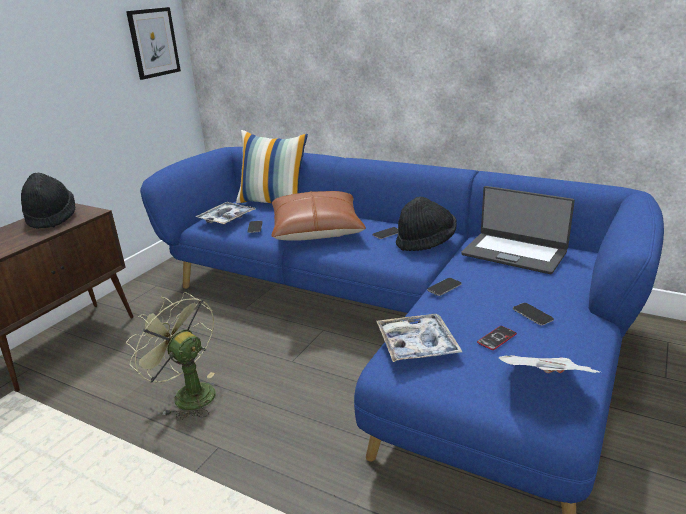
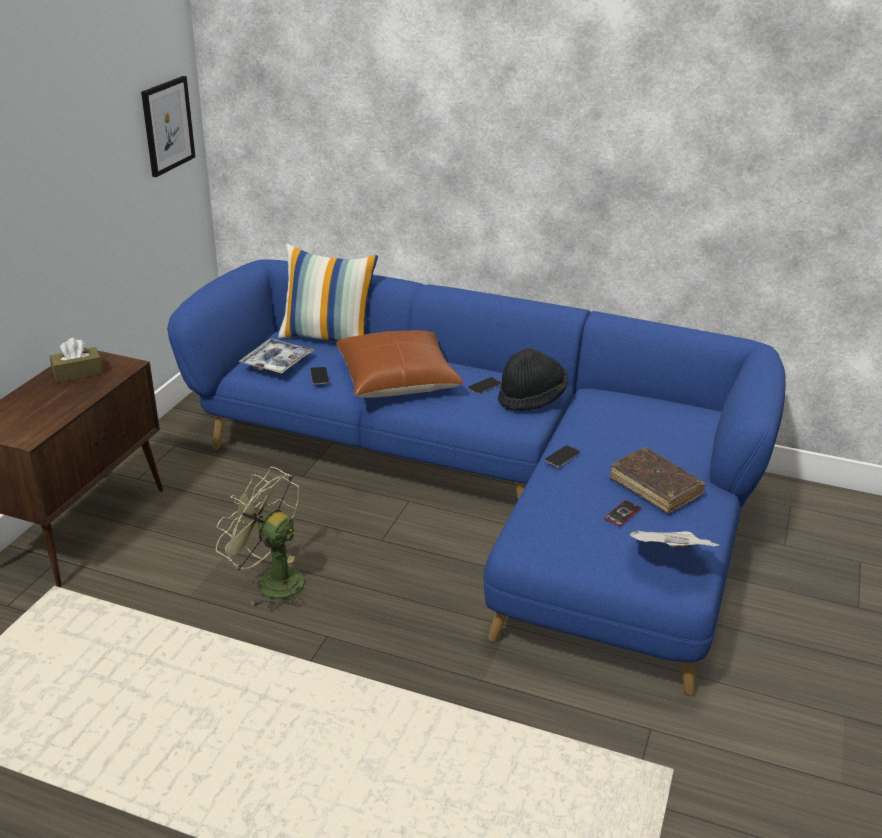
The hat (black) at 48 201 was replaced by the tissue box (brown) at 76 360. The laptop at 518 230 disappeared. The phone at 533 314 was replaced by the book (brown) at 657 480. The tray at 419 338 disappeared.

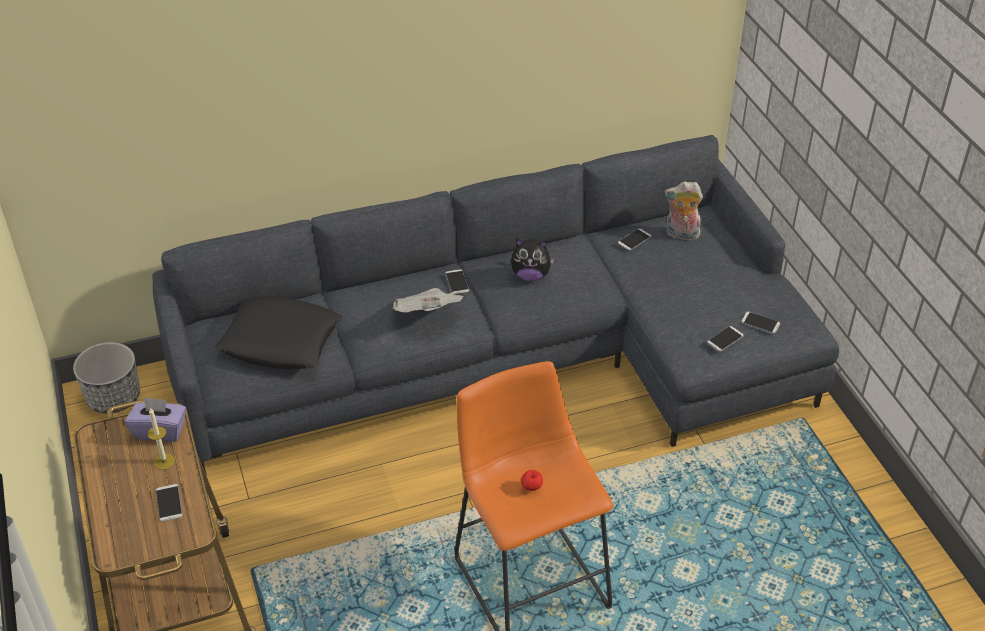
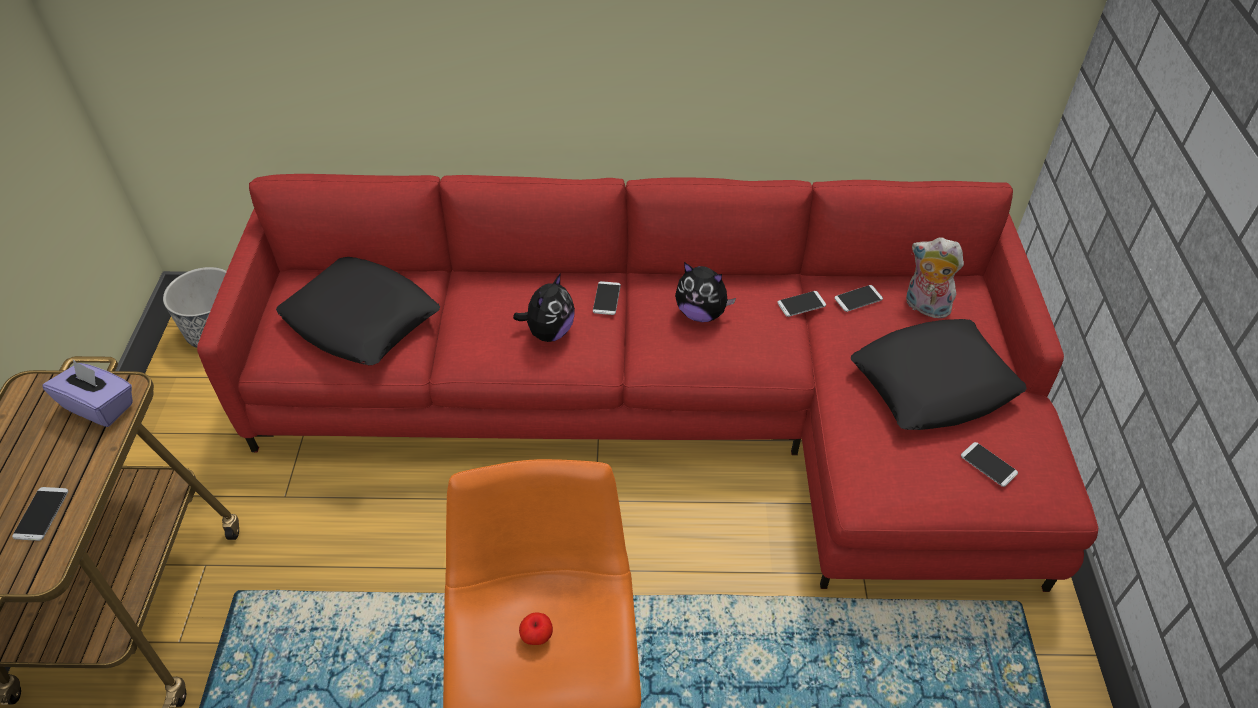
The sofa (grey) at 495 305 became the sofa (red) at 647 383. The newspaper at 428 300 was replaced by the plush toy at 544 307. The phone moved from 725 338 to 801 304. The candle at 161 439 disappeared. The pillow (black) at 939 374 appeared.

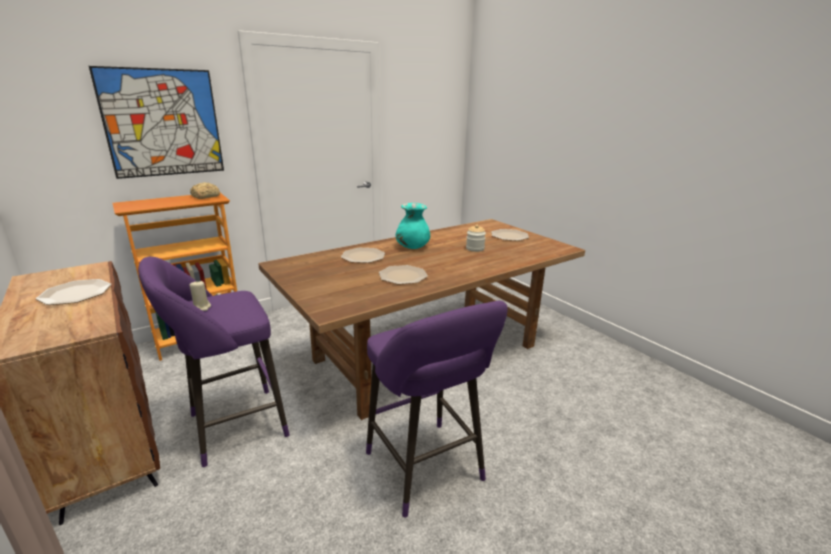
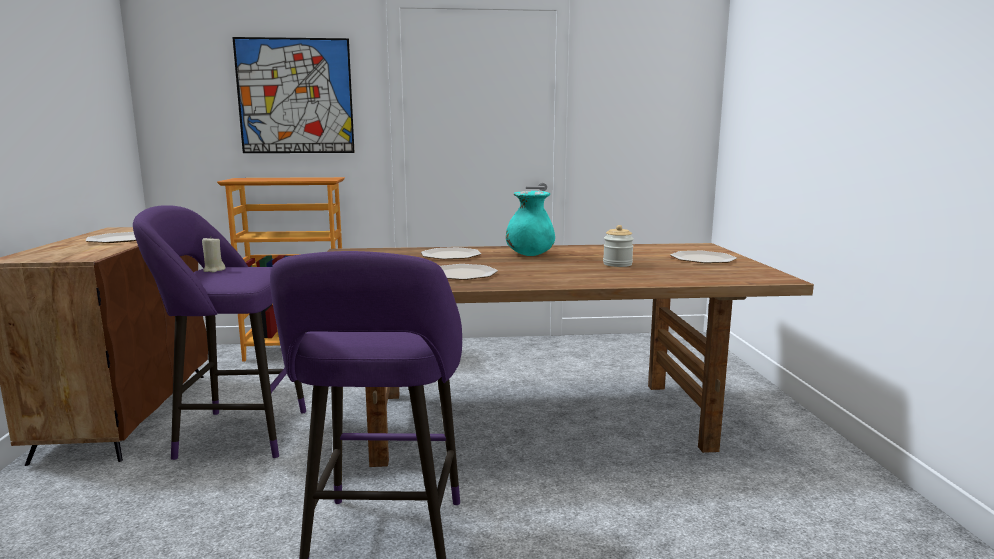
The bread at 205 190 disappeared.

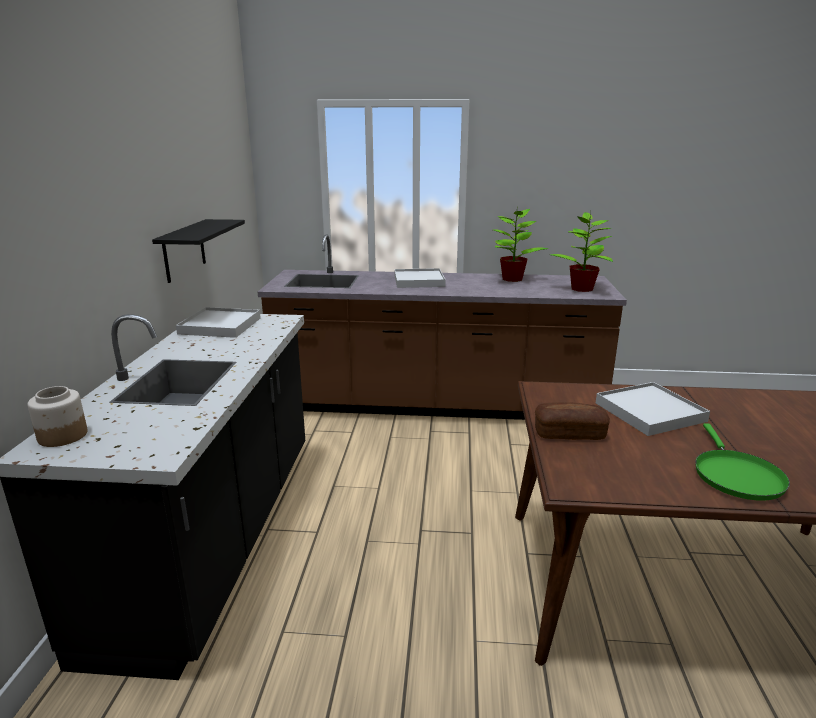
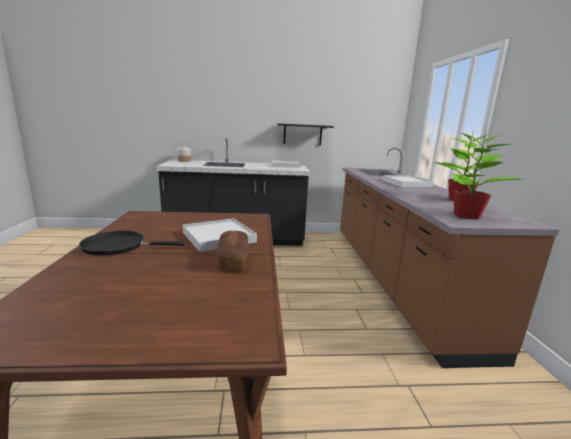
The bread moved from 572 421 to 232 251. The frying pan (green) at 742 462 became the frying pan (black) at 132 243.

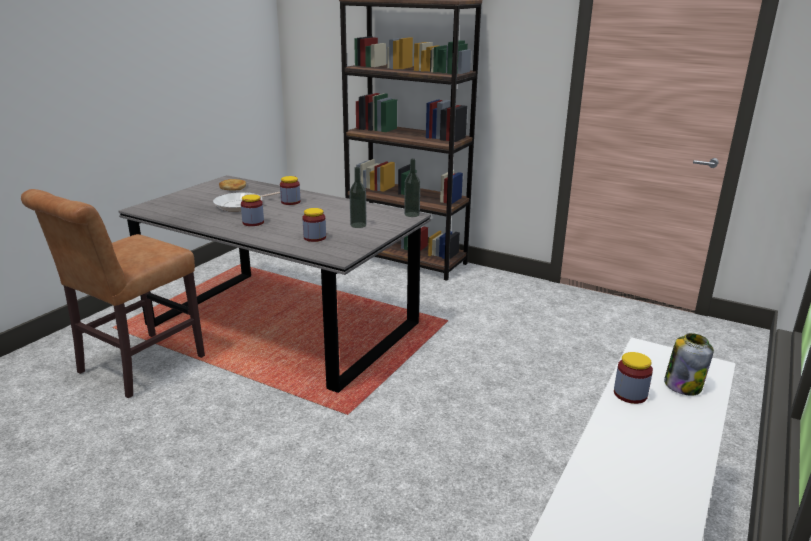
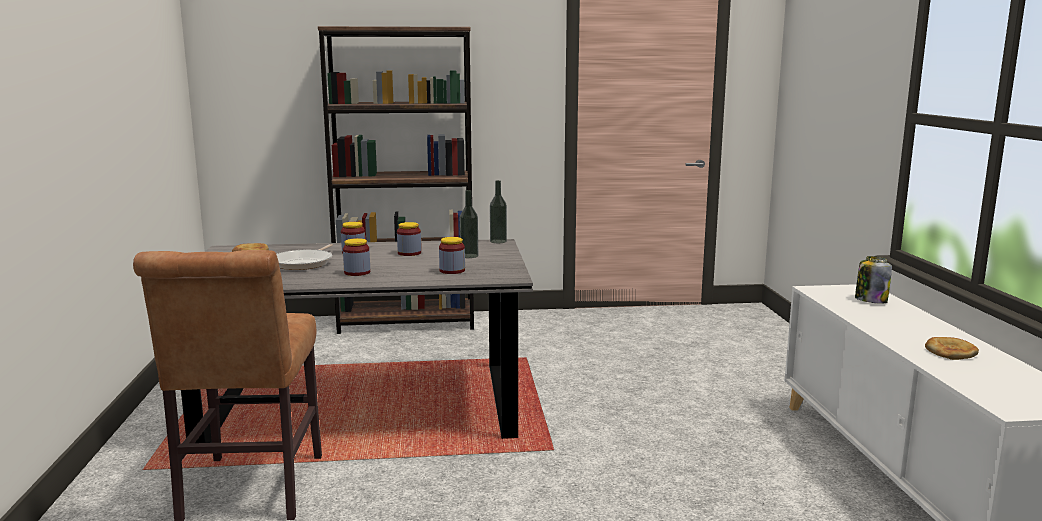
The jar moved from 633 378 to 409 239. The bread at 952 348 appeared.

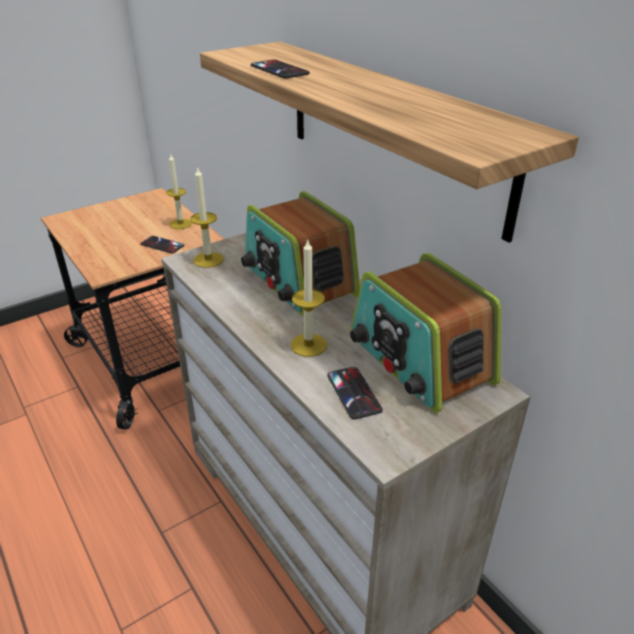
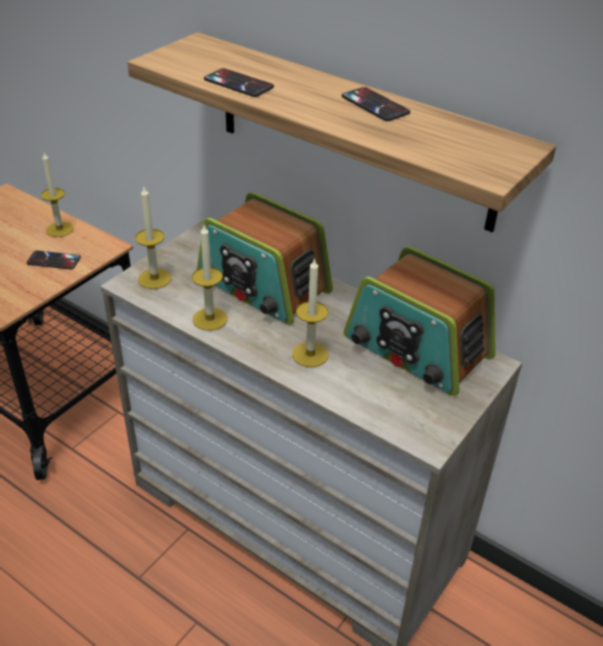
The phone moved from 355 393 to 376 104. The candle at 210 278 appeared.

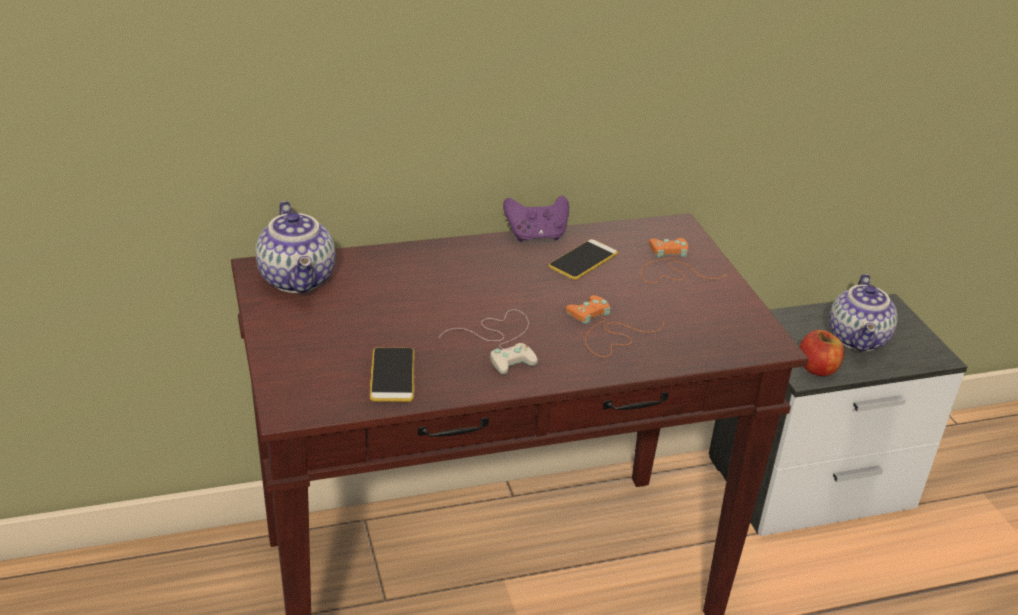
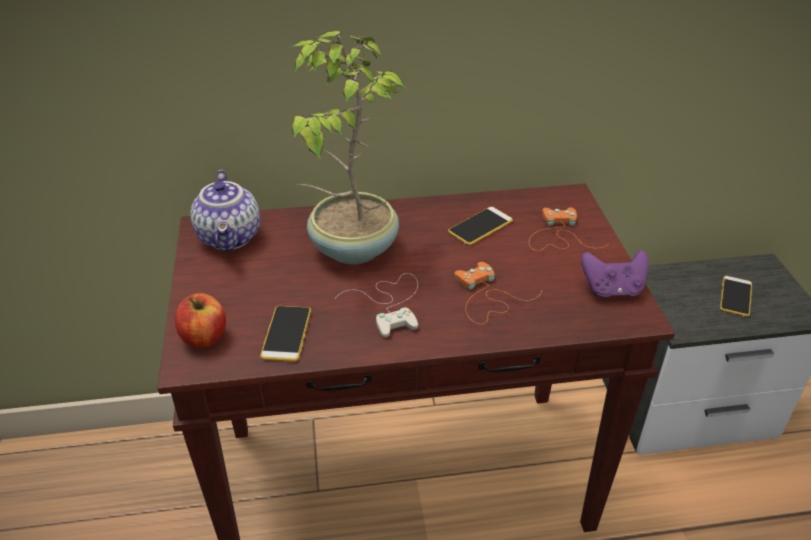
The game controller (purple) moved from 536 218 to 615 273. The teapot at 863 313 was replaced by the phone at 736 296. The apple moved from 822 353 to 200 320. The potted plant at 348 147 appeared.

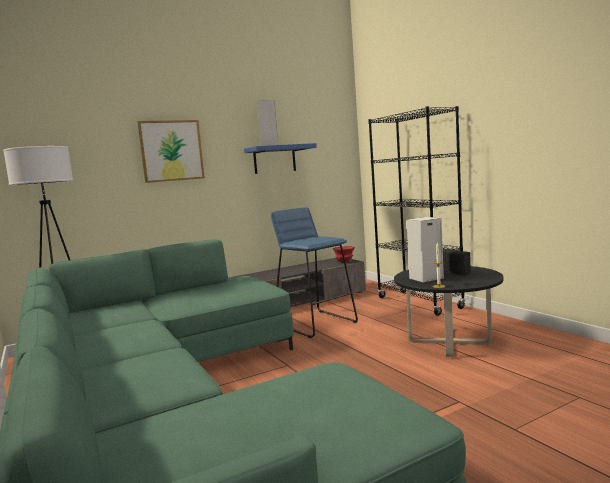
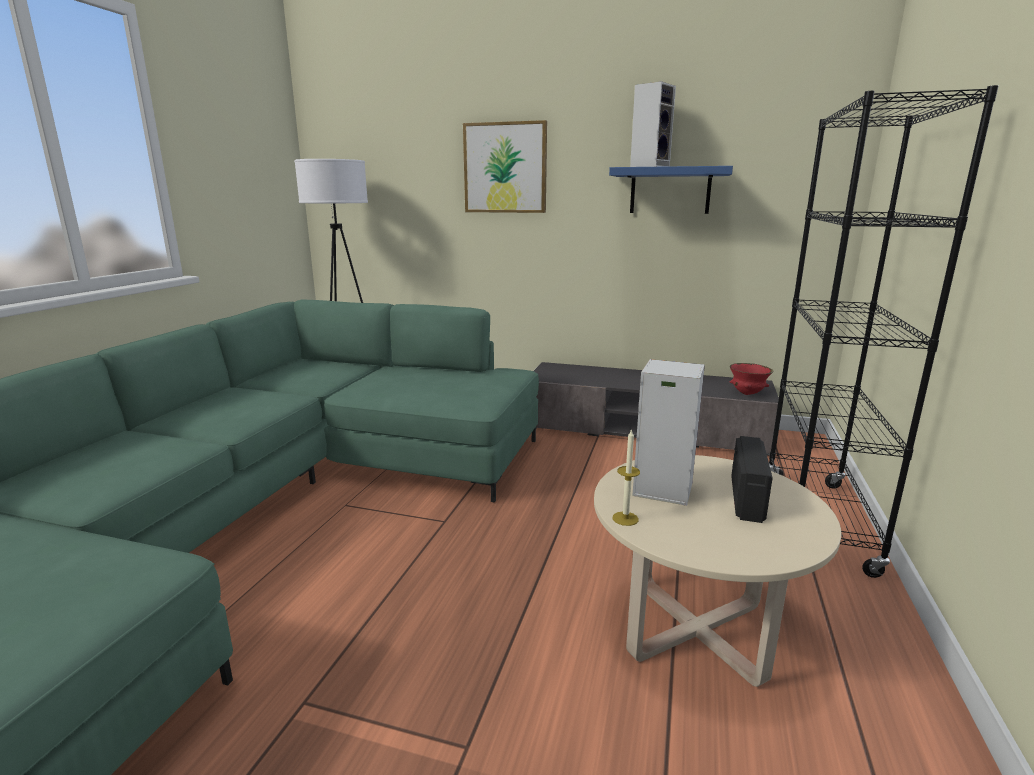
The stool (blue) at 314 272 disappeared. The coffee table (black) at 449 311 became the coffee table (beige) at 717 571.

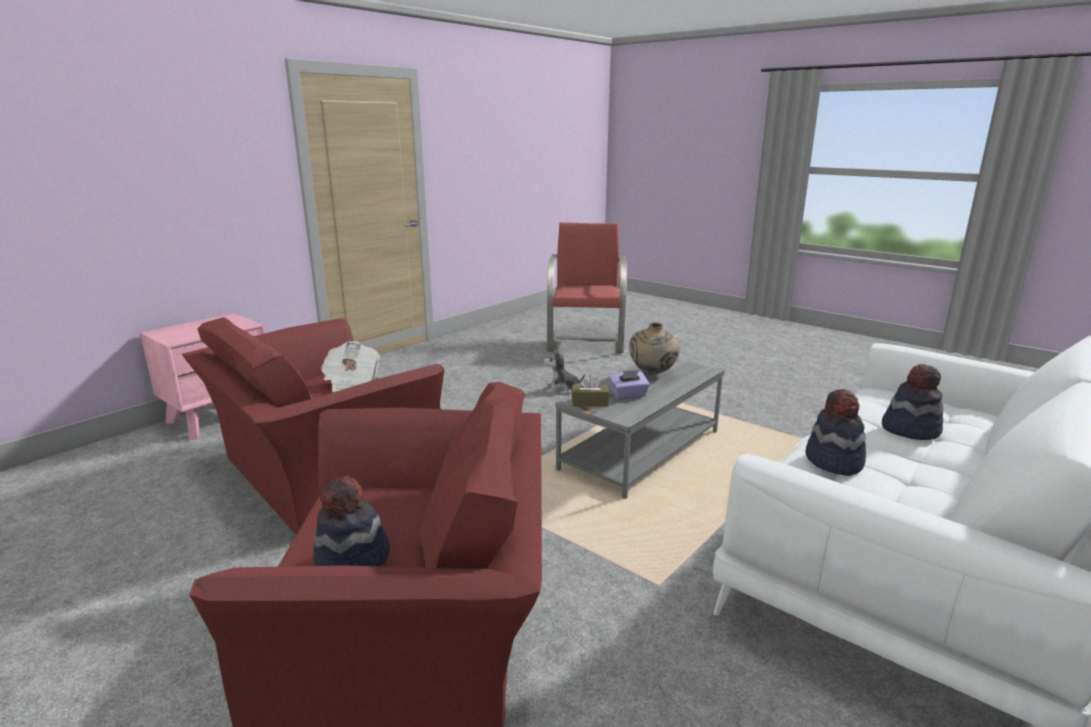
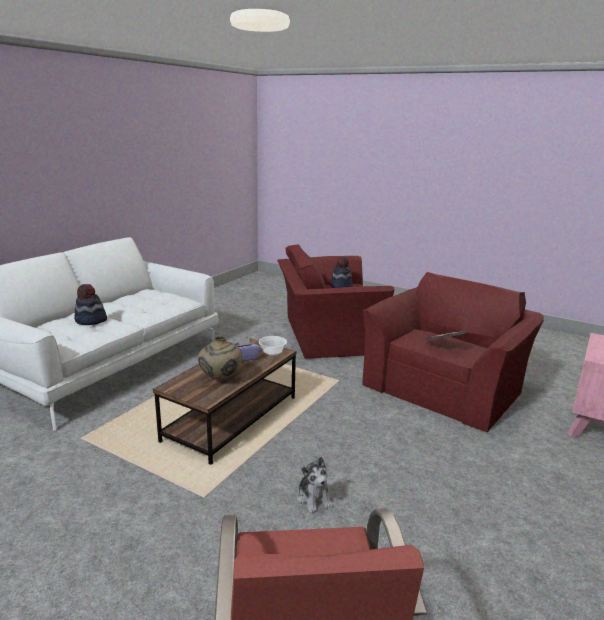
The plush toy at 564 372 turned 75 degrees clockwise. The coffee table (grey) at 639 429 became the coffee table (brown) at 224 401. The tissue box (brown) at 590 391 was replaced by the bowl at 272 346. The hat at 836 432 disappeared.

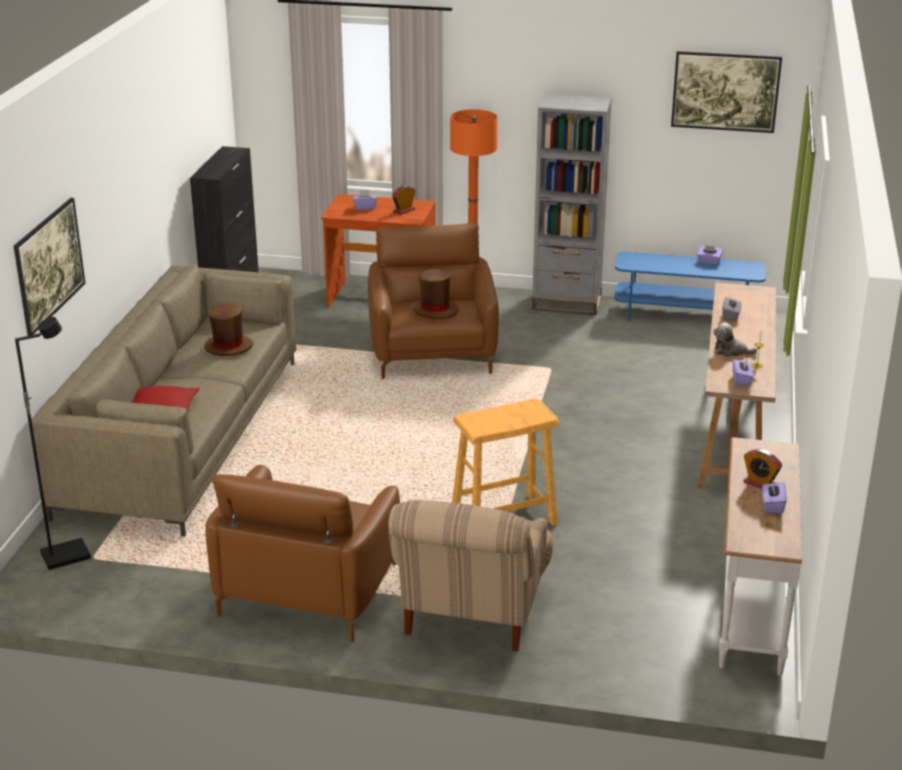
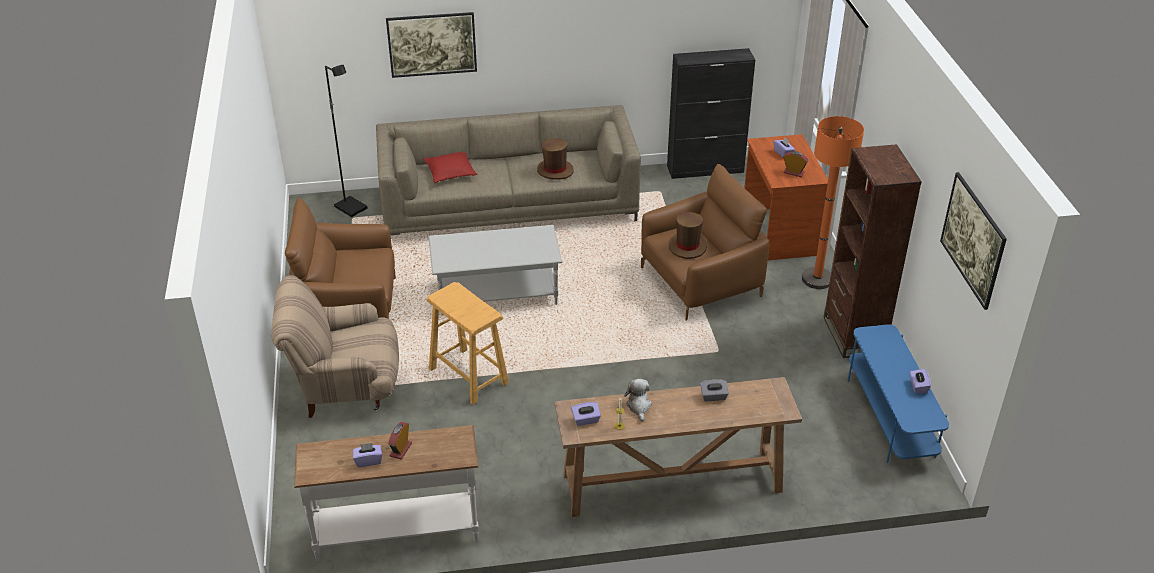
The bookcase (grey) at 572 204 became the bookcase (brown) at 872 251. The coffee table (grey) at 495 270 appeared.

